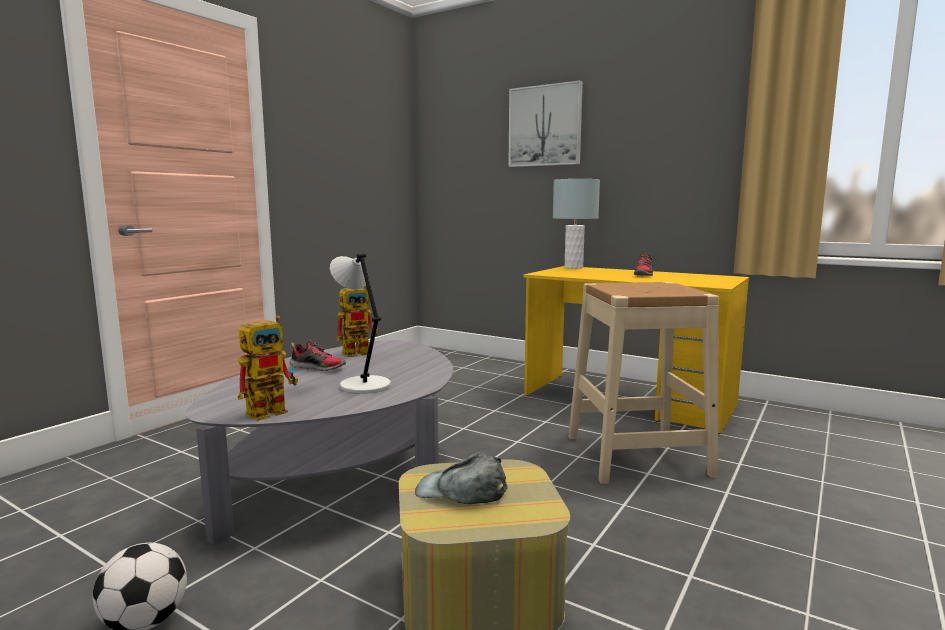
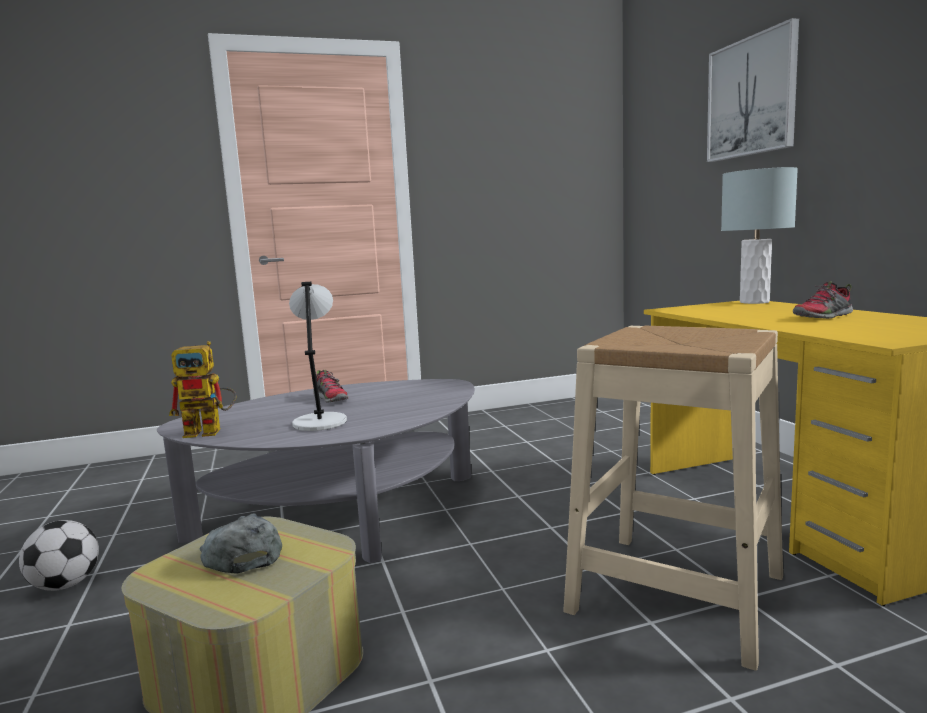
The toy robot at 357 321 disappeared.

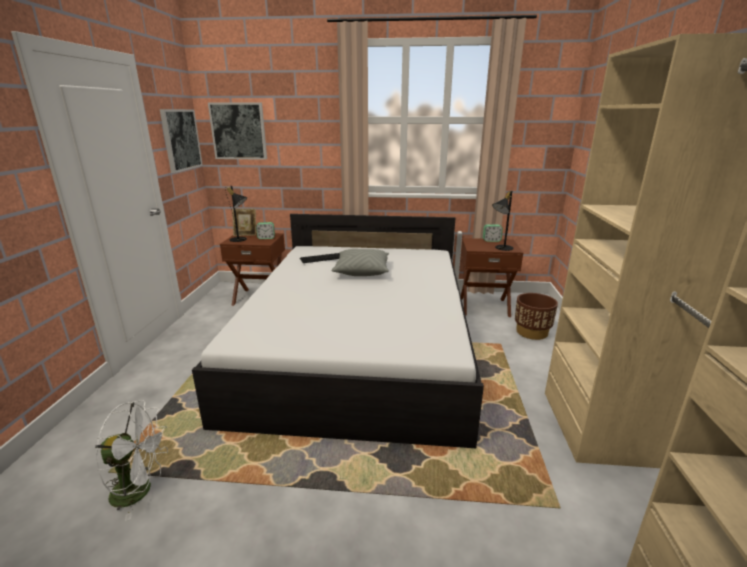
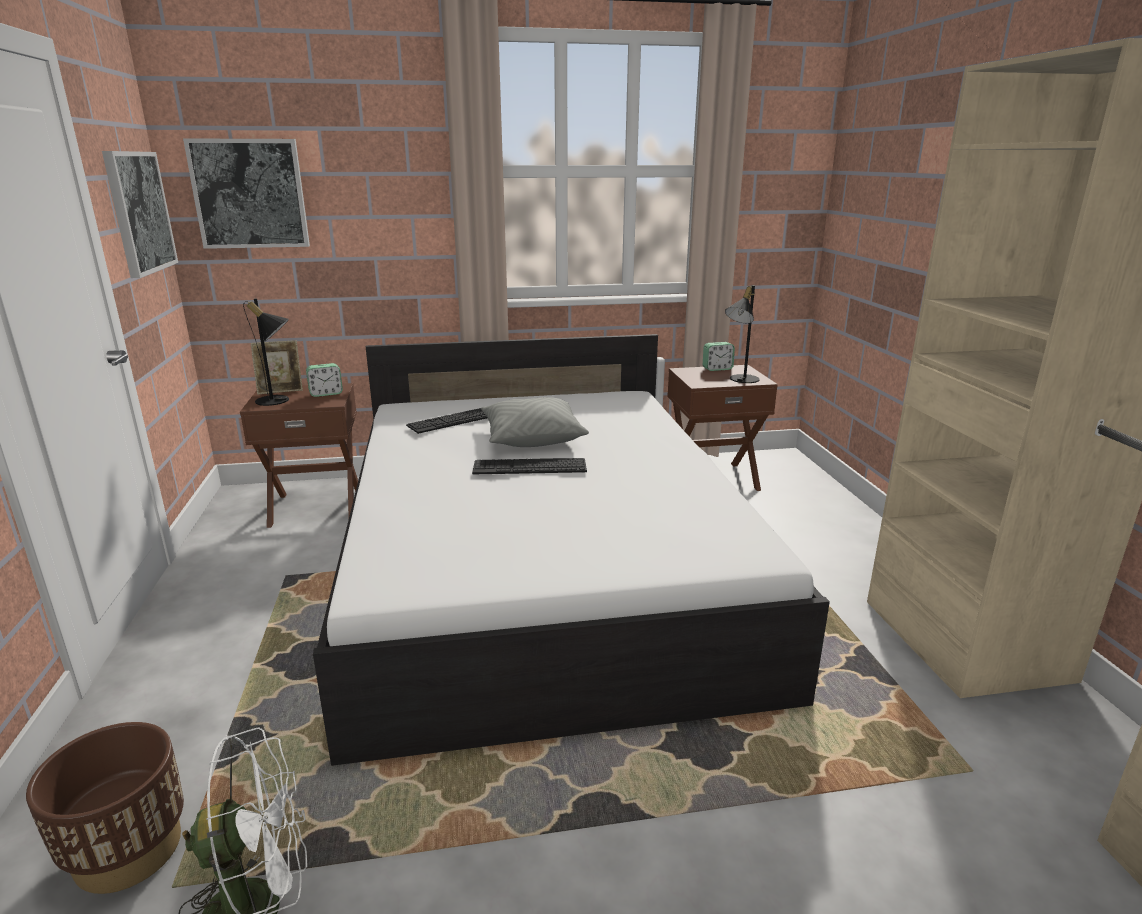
The planter (brown) moved from 536 316 to 105 808. The keyboard at 529 466 appeared.

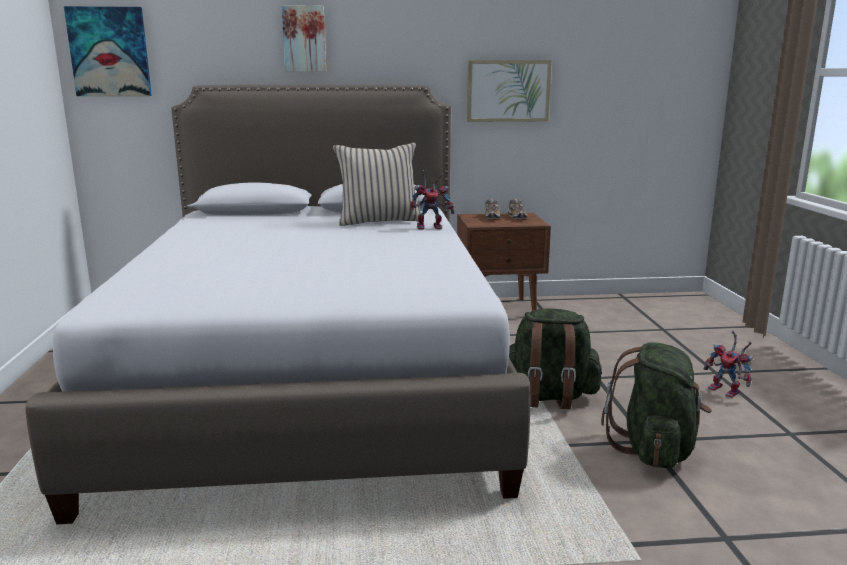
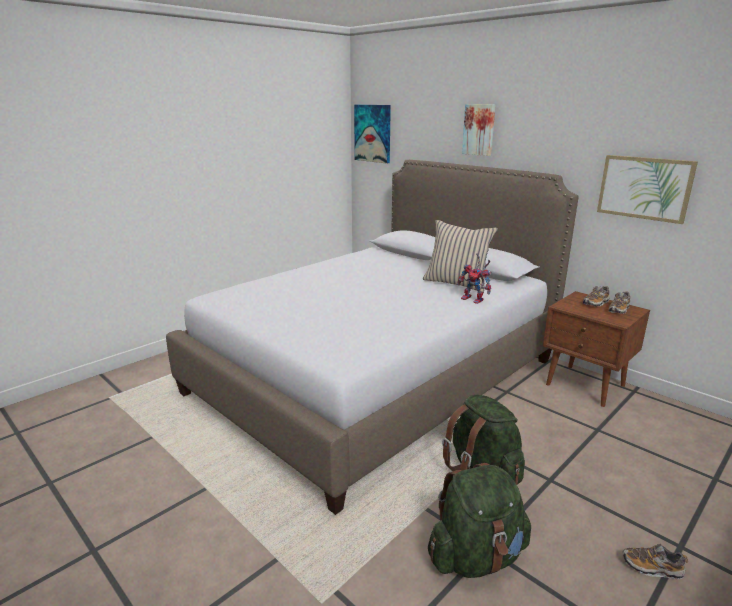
The toy robot at 728 364 was replaced by the shoe at 655 562.

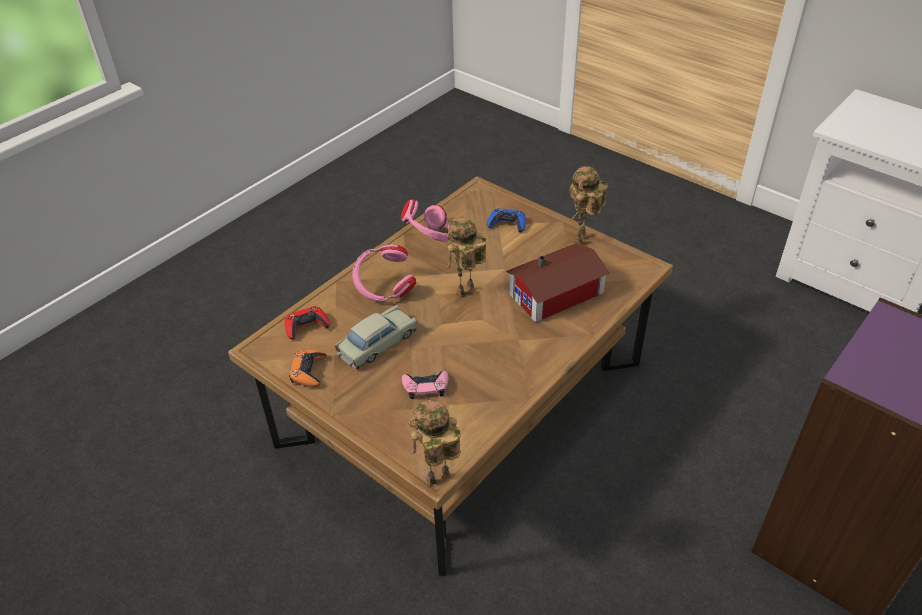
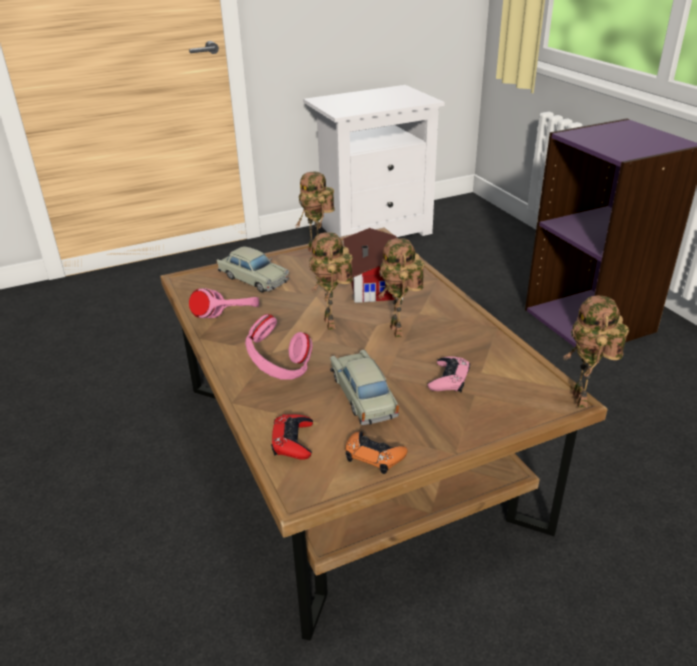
The game controller (blue) at 506 220 was replaced by the toy car (beige) at 253 269. The toy robot at 401 288 appeared.

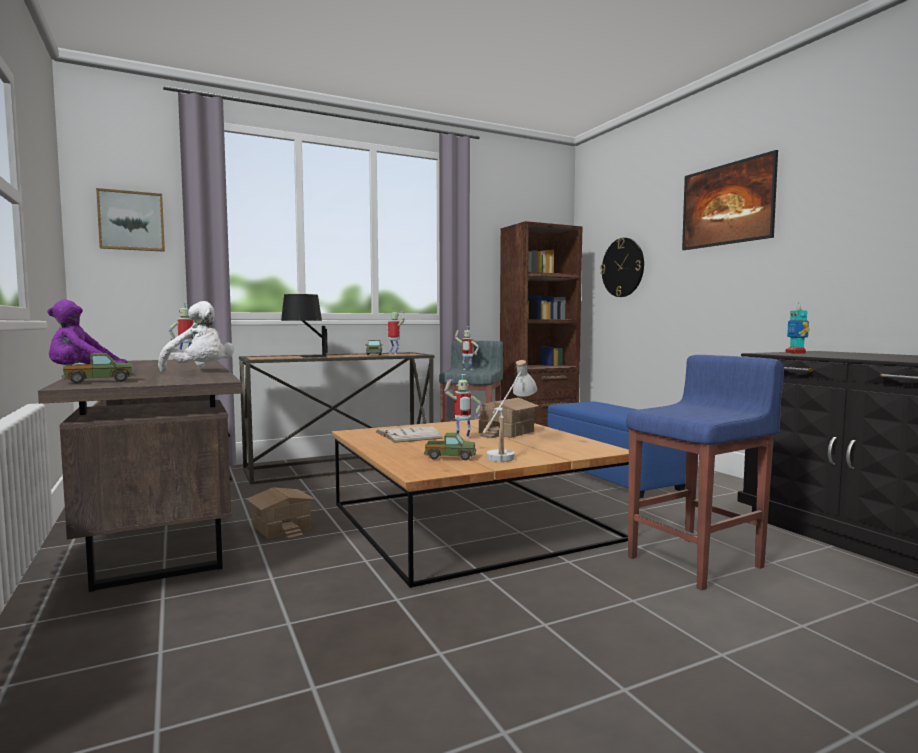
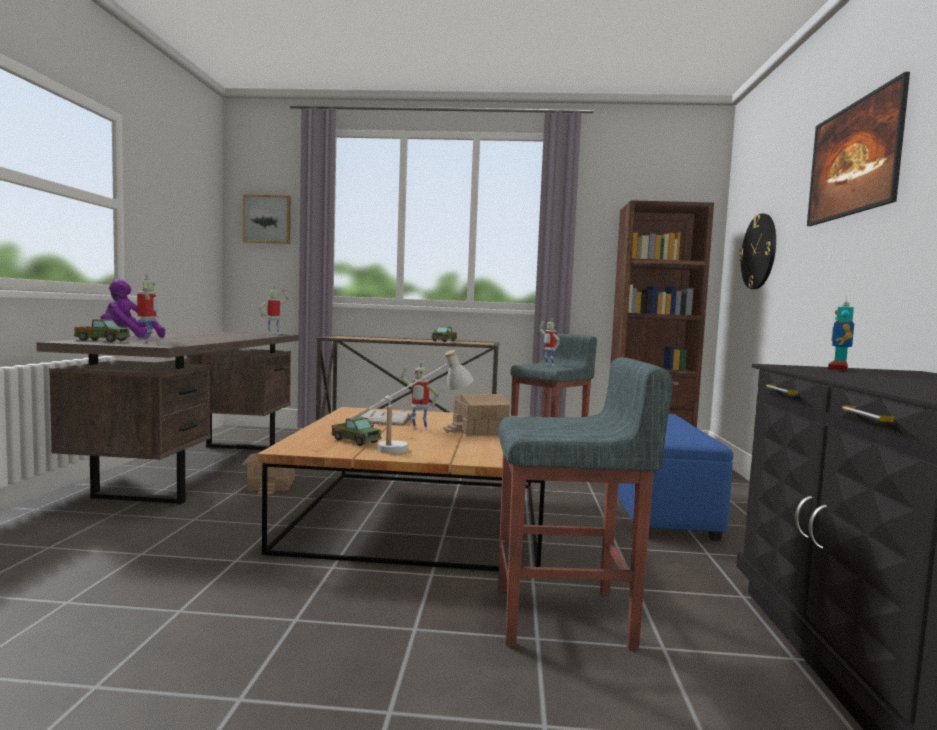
The table lamp (black) at 304 326 disappeared. The plush toy (white) at 196 336 disappeared. The toy robot moved from 395 331 to 148 308. The stool (blue) at 705 472 became the stool (grey) at 585 503.

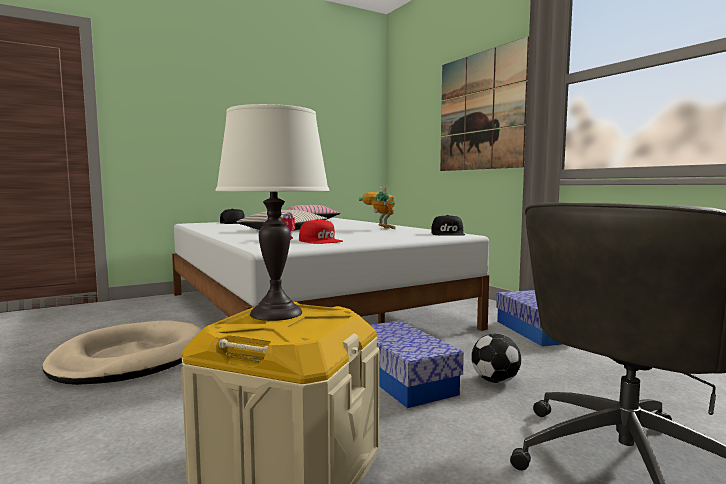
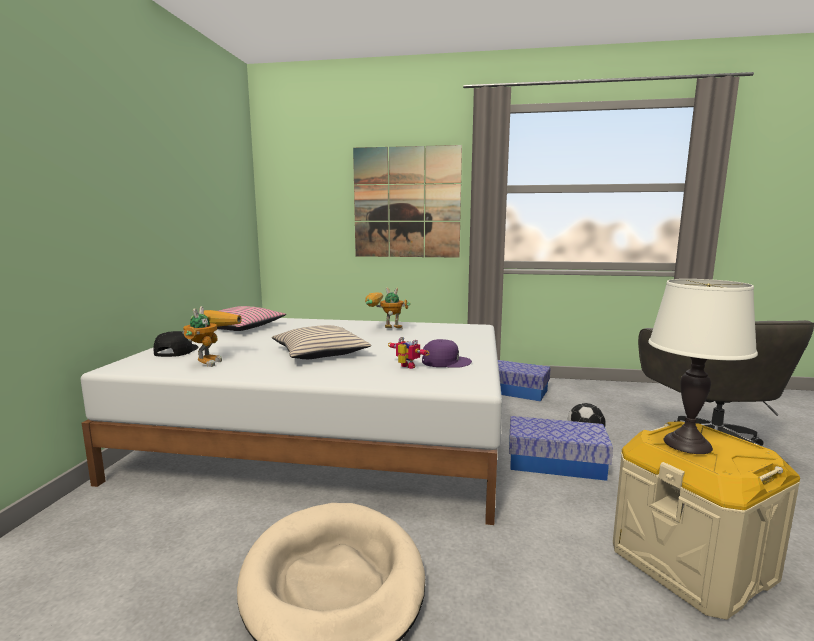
The cap (black) at 448 225 disappeared. The cap (red) at 321 231 became the cap (purple) at 447 353. The toy robot at 212 336 appeared.

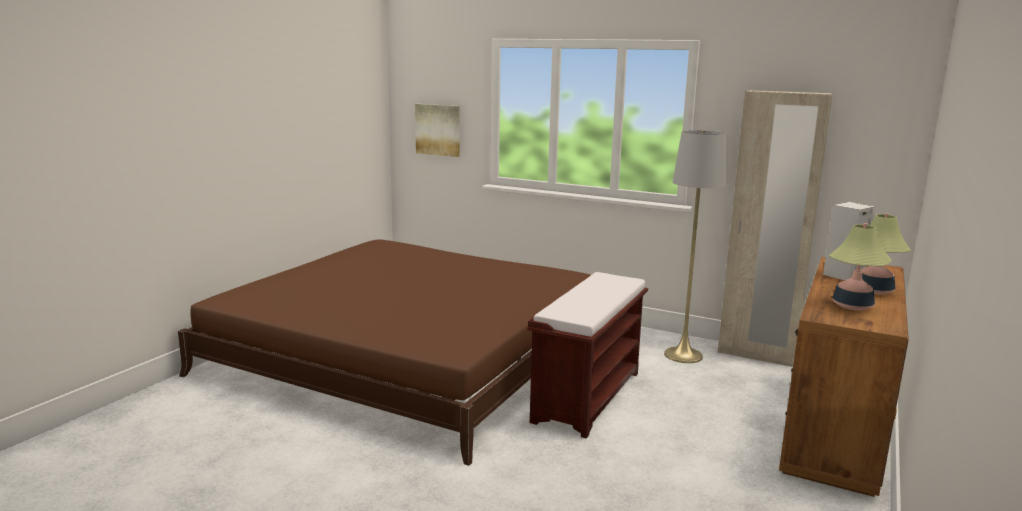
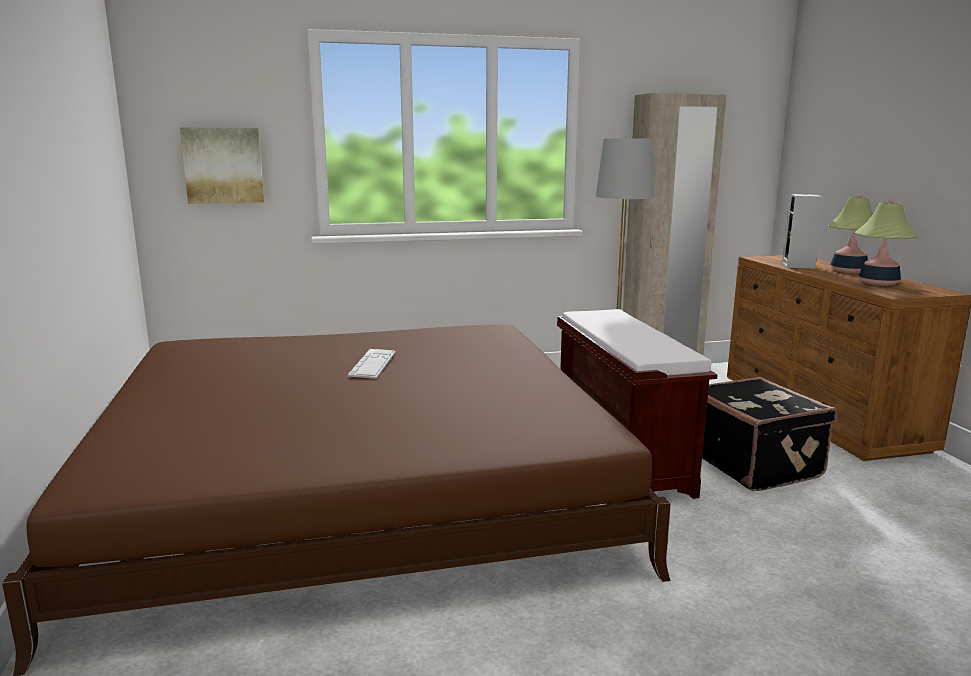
The keyboard at 372 364 appeared. The suitcase (black) at 769 434 appeared.

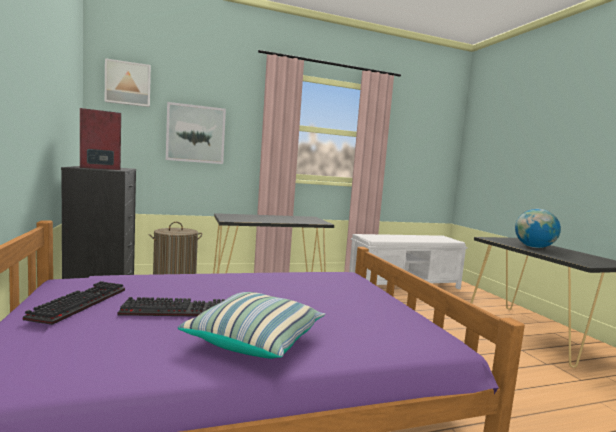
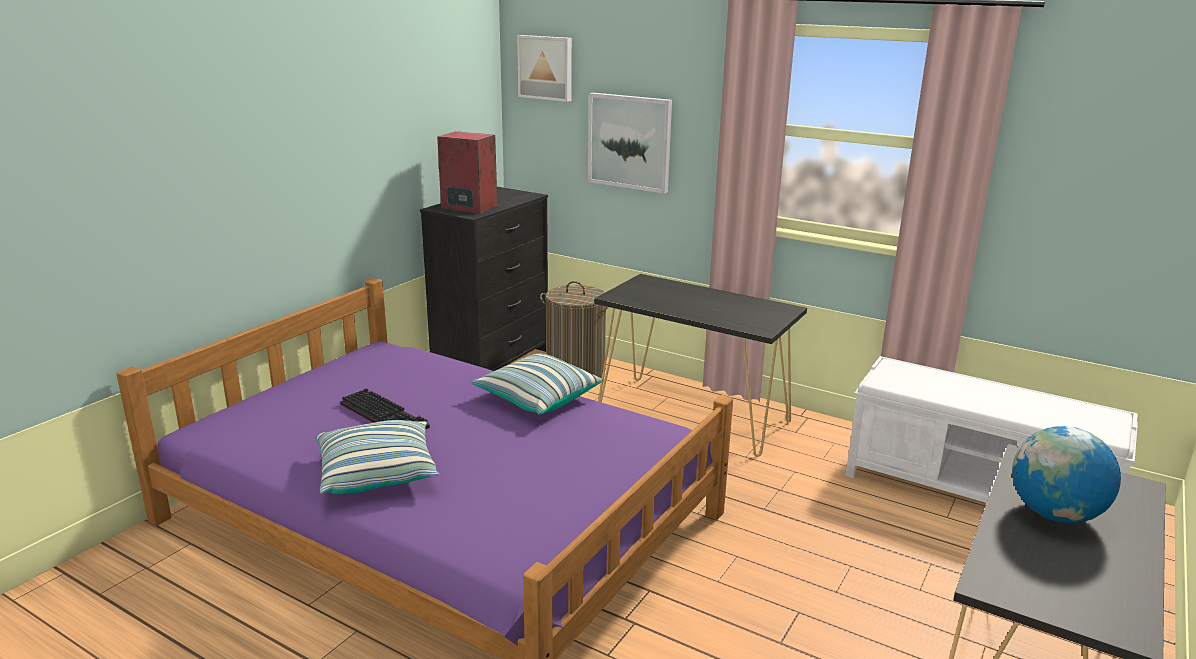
The keyboard at 74 303 disappeared. The pillow at 537 384 appeared.

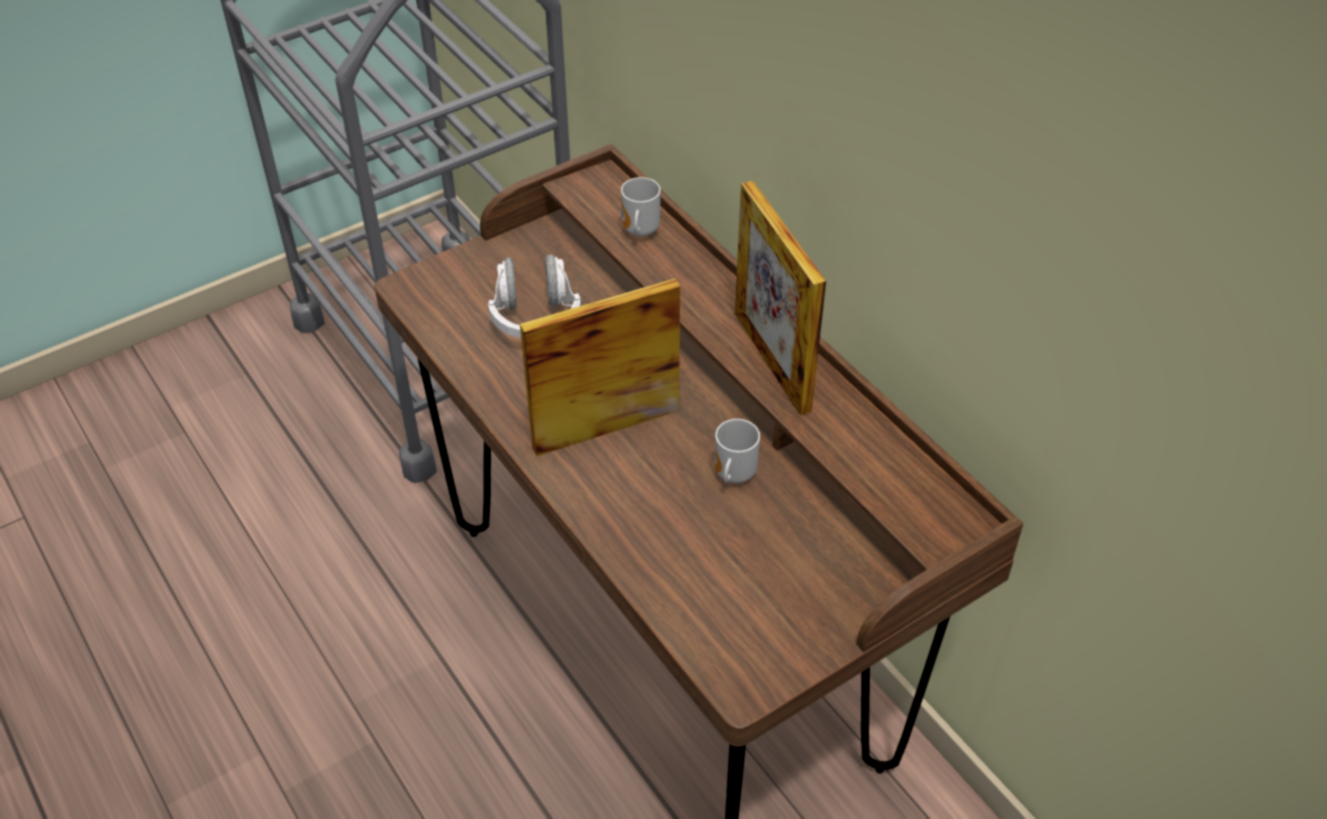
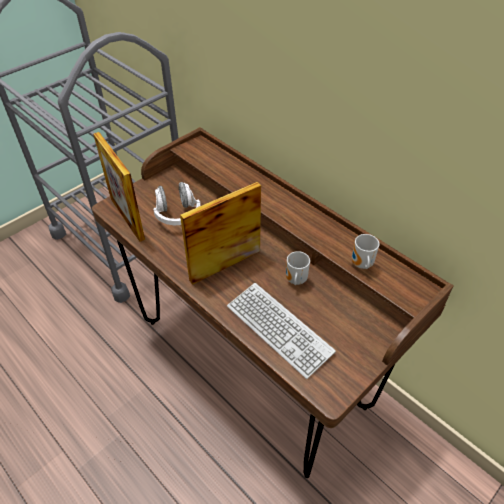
The mug moved from 641 207 to 365 251. The picture frame moved from 780 298 to 119 187. The keyboard at 281 331 appeared.

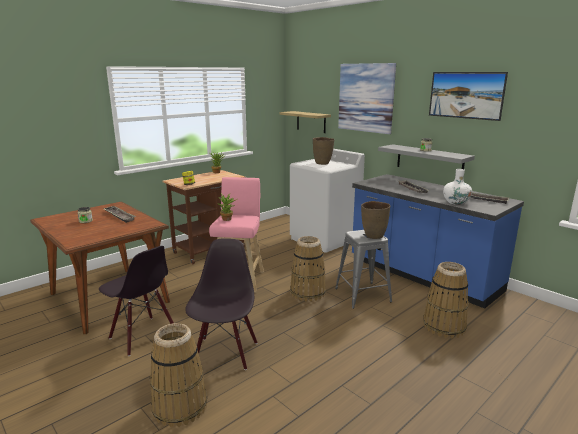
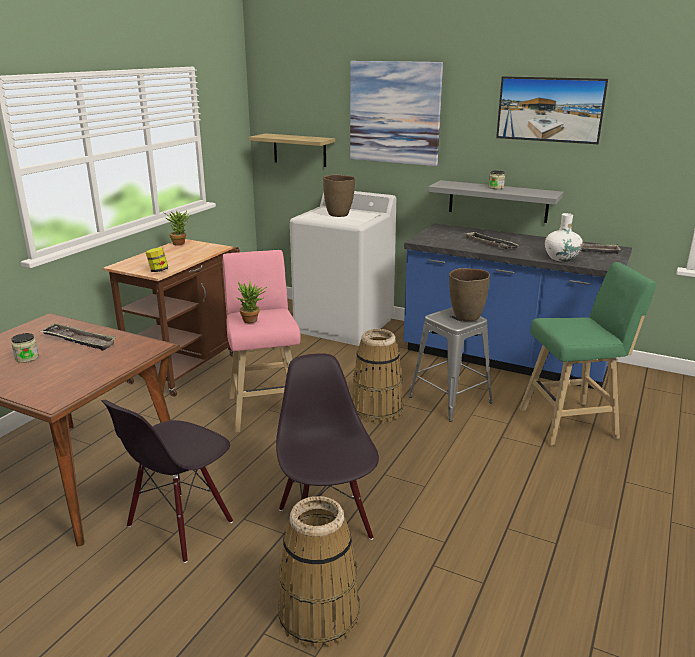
The chair (black) at 136 301 turned 105 degrees clockwise. The basket at 446 300 was replaced by the stool (green) at 587 354.

